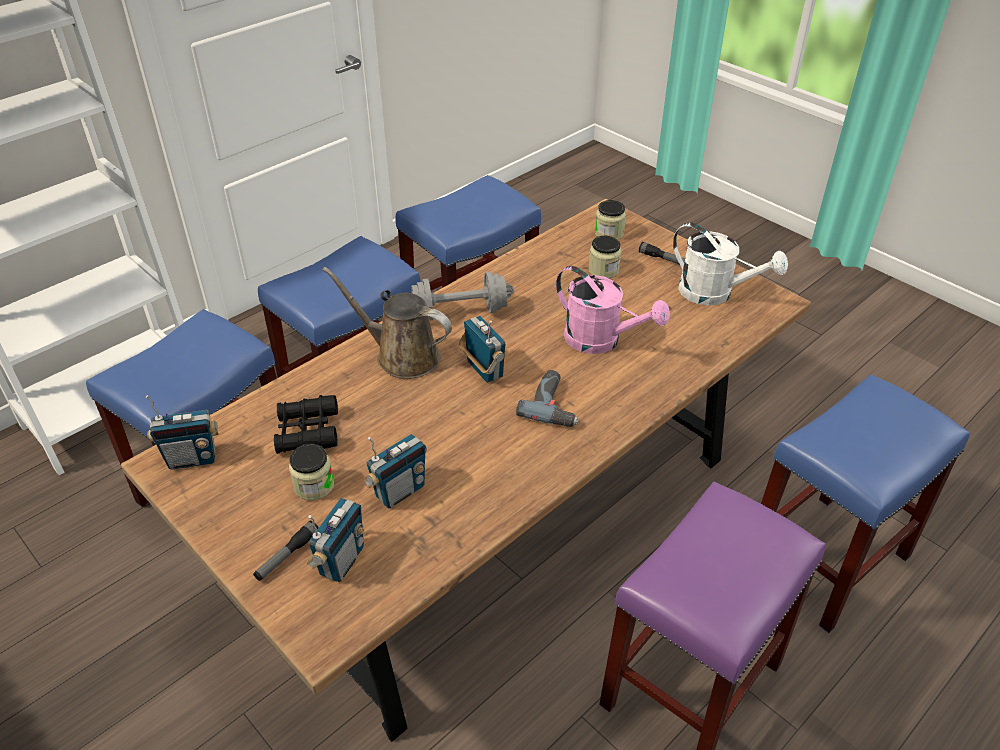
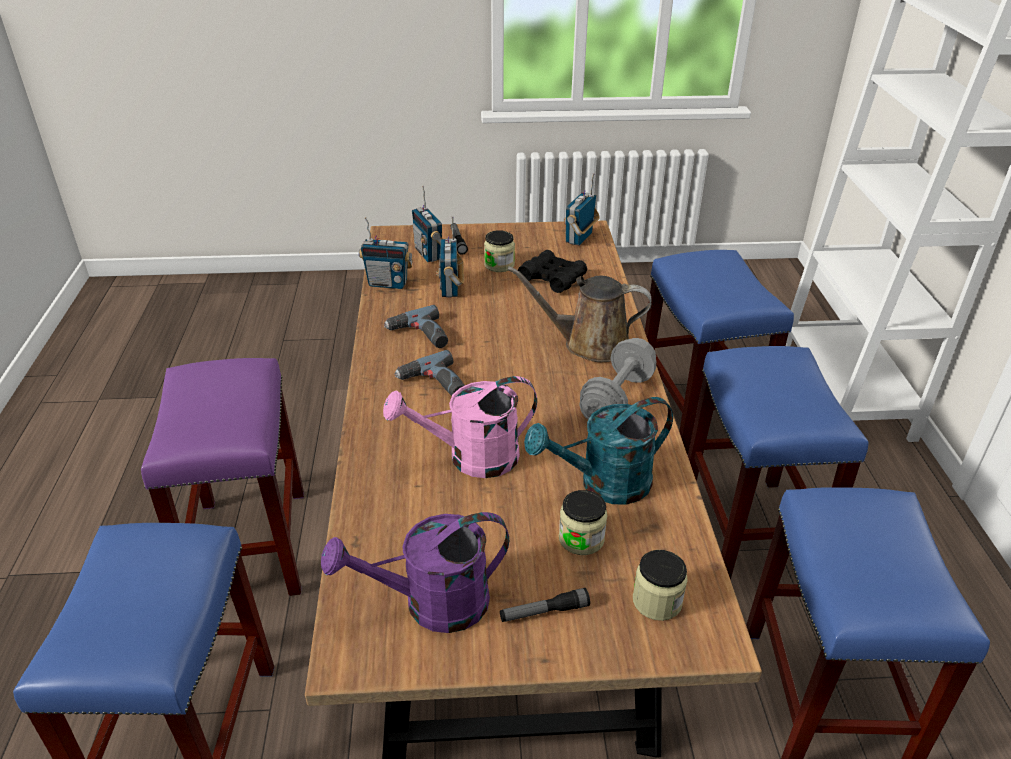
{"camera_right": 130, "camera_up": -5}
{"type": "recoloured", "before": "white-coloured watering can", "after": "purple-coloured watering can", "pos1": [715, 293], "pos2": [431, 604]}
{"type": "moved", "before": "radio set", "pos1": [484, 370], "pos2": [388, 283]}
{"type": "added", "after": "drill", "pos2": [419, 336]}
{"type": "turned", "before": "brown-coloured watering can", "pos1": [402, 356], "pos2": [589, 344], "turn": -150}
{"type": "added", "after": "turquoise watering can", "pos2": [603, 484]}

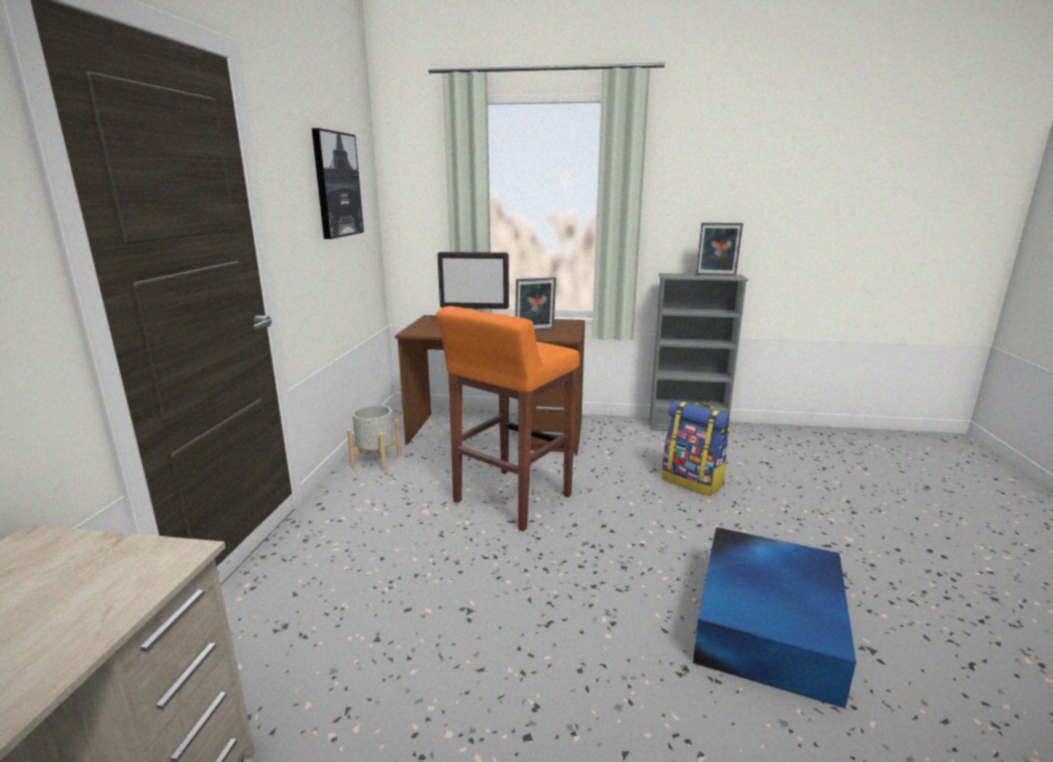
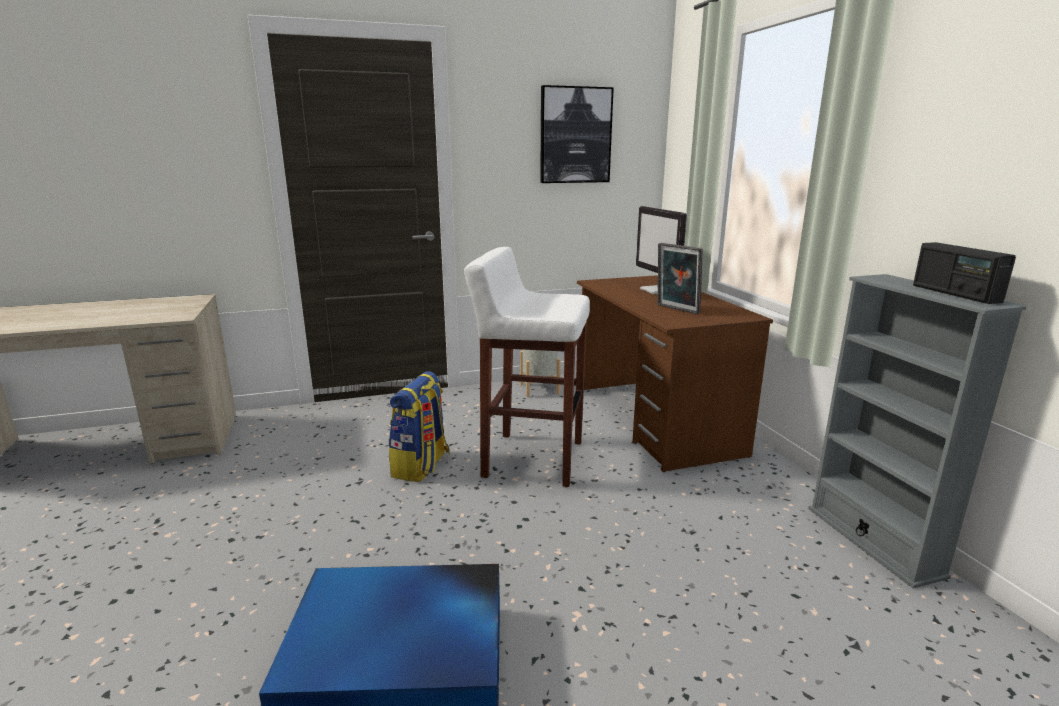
{"camera_right": 65, "camera_up": 0}
{"type": "moved", "before": "knapsack", "pos1": [693, 482], "pos2": [421, 466]}
{"type": "recoloured", "before": "orange-coloured stool", "after": "white-coloured stool", "pos1": [511, 499], "pos2": [531, 459]}
{"type": "replaced", "before": "picture frame", "after": "radio set", "pos1": [716, 275], "pos2": [954, 293]}

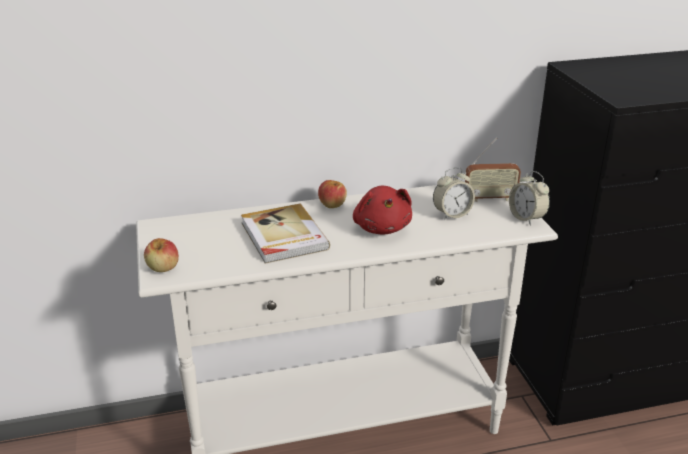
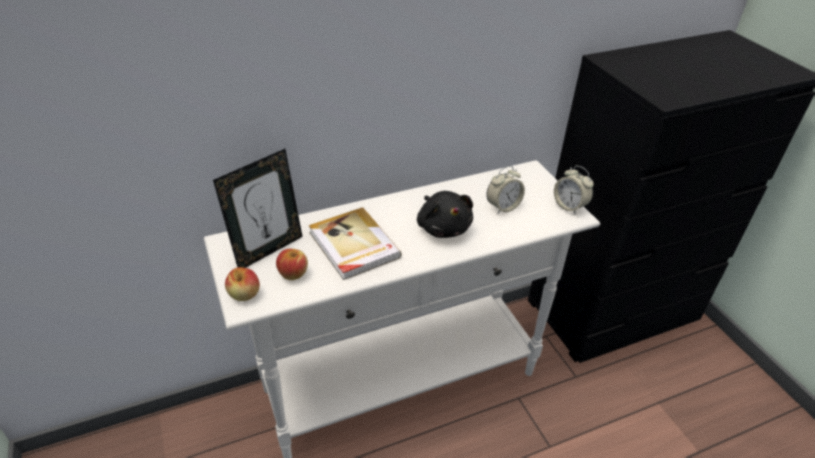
{"camera_right": -10, "camera_up": 10}
{"type": "added", "after": "picture frame", "pos2": [268, 250]}
{"type": "moved", "before": "apple", "pos1": [332, 204], "pos2": [293, 273]}
{"type": "recoloured", "before": "red soft toy", "after": "black soft toy", "pos1": [382, 227], "pos2": [443, 227]}
{"type": "removed", "before": "radio set", "pos1": [490, 198]}

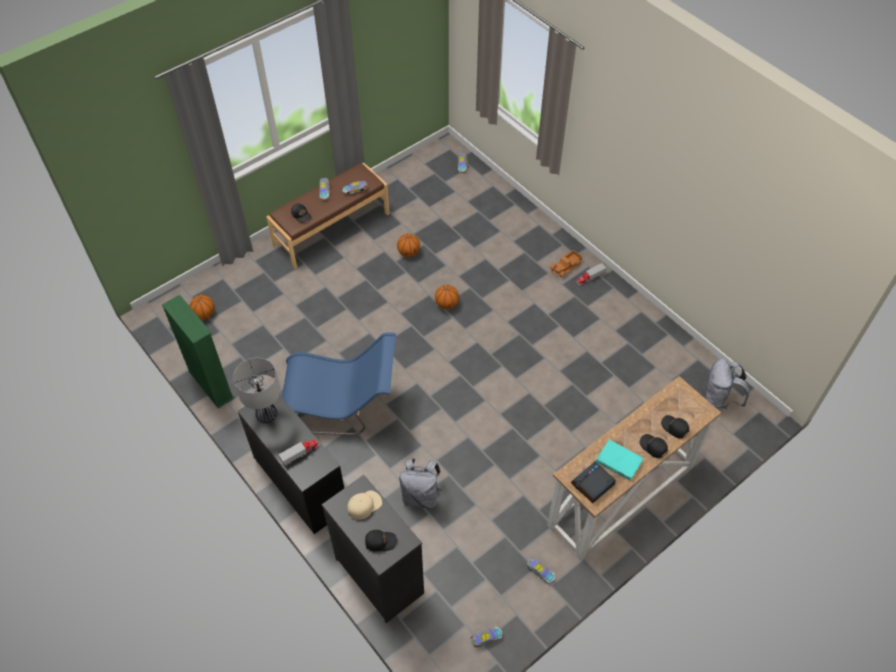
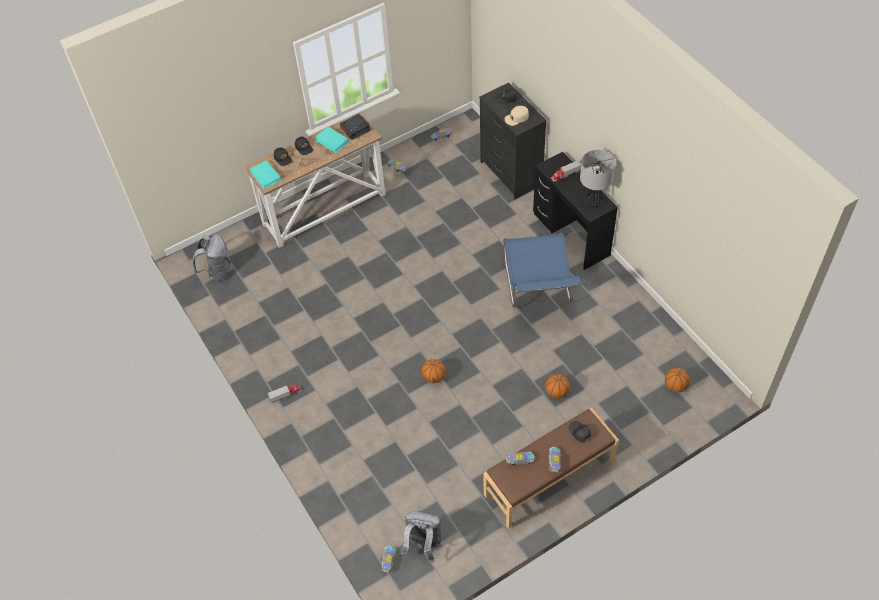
{"camera_right": -170, "camera_up": 0}
{"type": "added", "after": "turquoise bound book", "pos2": [265, 176]}
{"type": "moved", "before": "grey knapsack", "pos1": [420, 495], "pos2": [423, 545]}
{"type": "turned", "before": "blue-coloured upright chair", "pos1": [341, 405], "pos2": [538, 290], "turn": -105}
{"type": "moved", "before": "basketball", "pos1": [408, 253], "pos2": [557, 392]}
{"type": "removed", "before": "green-coloured bookshelf", "pos1": [211, 385]}
{"type": "removed", "before": "toy truck", "pos1": [566, 267]}

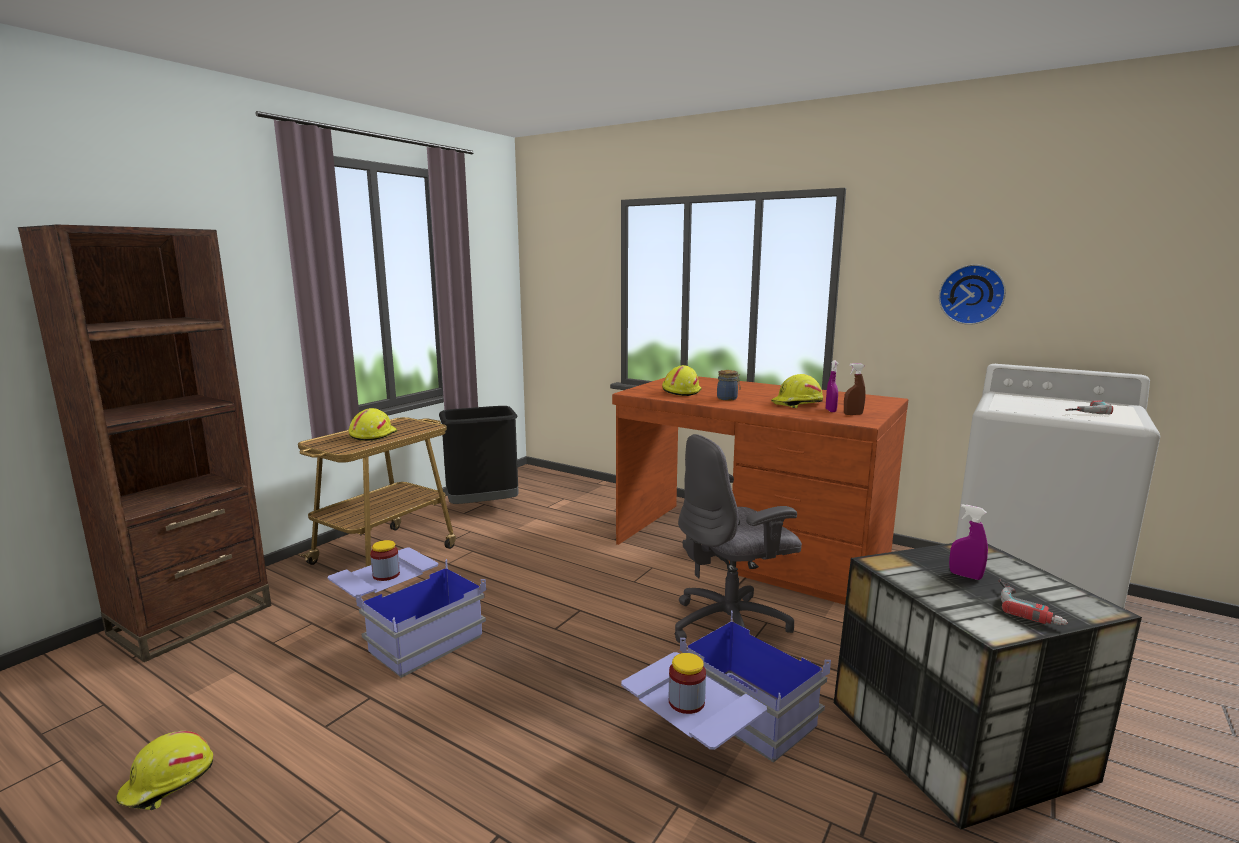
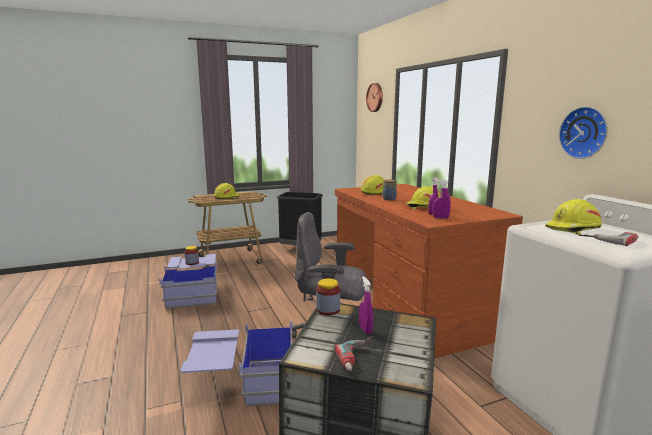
{"camera_right": 35, "camera_up": 0}
{"type": "moved", "before": "storage jar", "pos1": [686, 702], "pos2": [328, 310]}
{"type": "added", "after": "wall clock", "pos2": [375, 97]}
{"type": "recoloured", "before": "brown-coloured hand sprayer", "after": "purple-coloured hand sprayer", "pos1": [853, 414], "pos2": [440, 218]}
{"type": "moved", "before": "yellow work helmet", "pos1": [168, 783], "pos2": [573, 229]}
{"type": "removed", "before": "brown-coloured bookshelf", "pos1": [192, 619]}

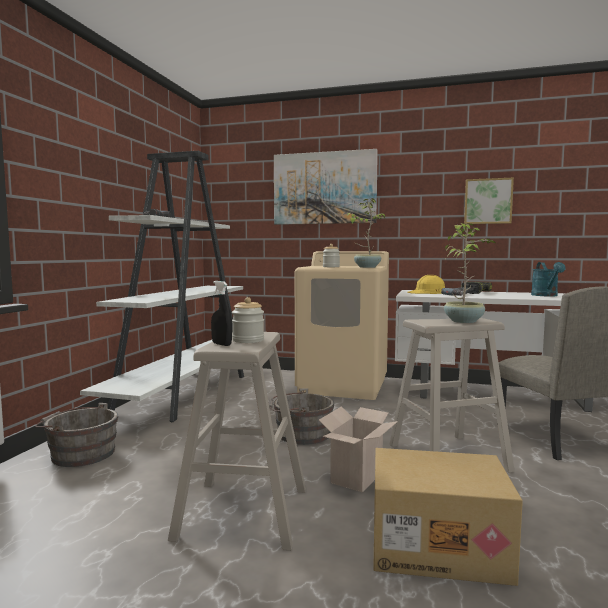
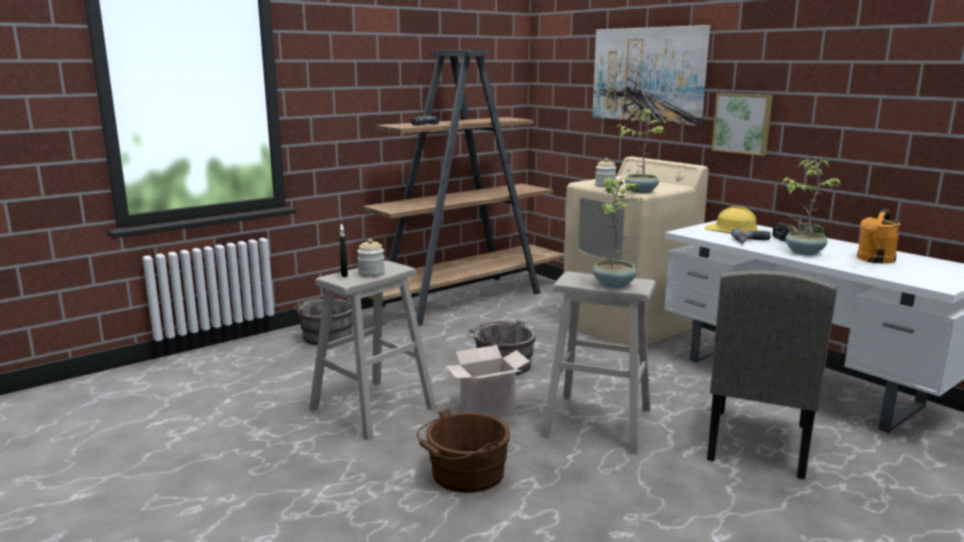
{"camera_right": 35, "camera_up": 10}
{"type": "recoloured", "before": "white-coloured bookshelf", "after": "brown-coloured bookshelf", "pos1": [185, 392], "pos2": [463, 299]}
{"type": "replaced", "before": "carton", "after": "brown-coloured pail", "pos1": [438, 546], "pos2": [464, 474]}
{"type": "moved", "before": "wall picture", "pos1": [488, 201], "pos2": [742, 123]}
{"type": "added", "after": "potted plant", "pos2": [803, 252]}
{"type": "recoloured", "before": "turquoise watering can", "after": "orange-coloured watering can", "pos1": [546, 295], "pos2": [874, 260]}

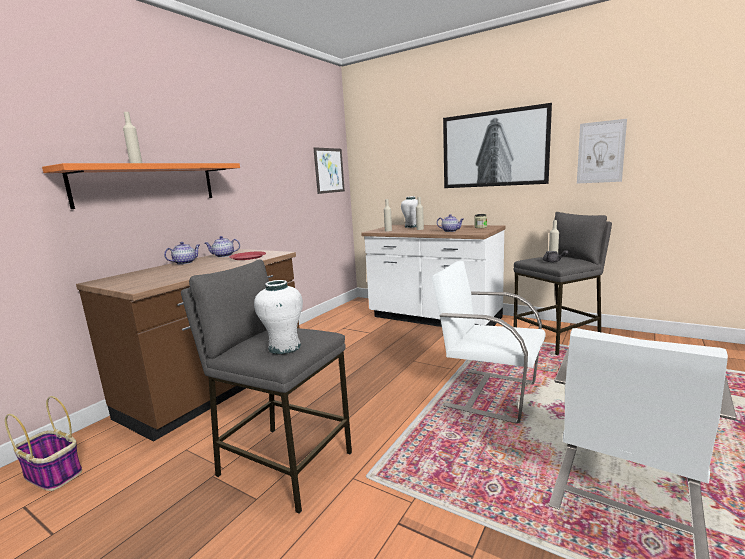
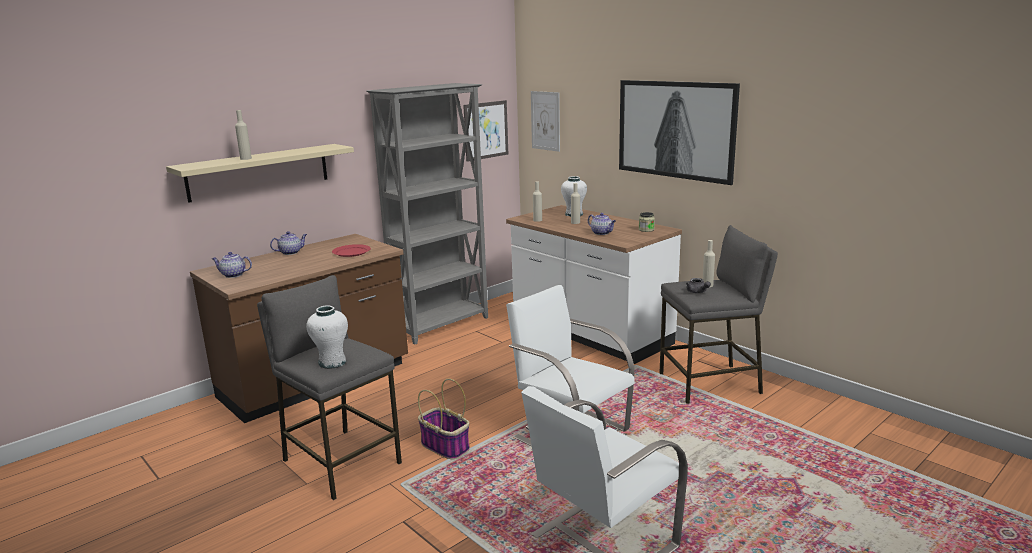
{"camera_right": 15, "camera_up": 5}
{"type": "recoloured", "before": "orange-coloured shelf", "after": "sand-coloured shelf", "pos1": [147, 184], "pos2": [259, 172]}
{"type": "moved", "before": "pot for tea", "pos1": [223, 256], "pos2": [233, 275]}
{"type": "added", "after": "grey bookshelf", "pos2": [442, 325]}
{"type": "moved", "before": "basket", "pos1": [54, 474], "pos2": [446, 447]}
{"type": "moved", "before": "wall picture", "pos1": [600, 152], "pos2": [545, 121]}

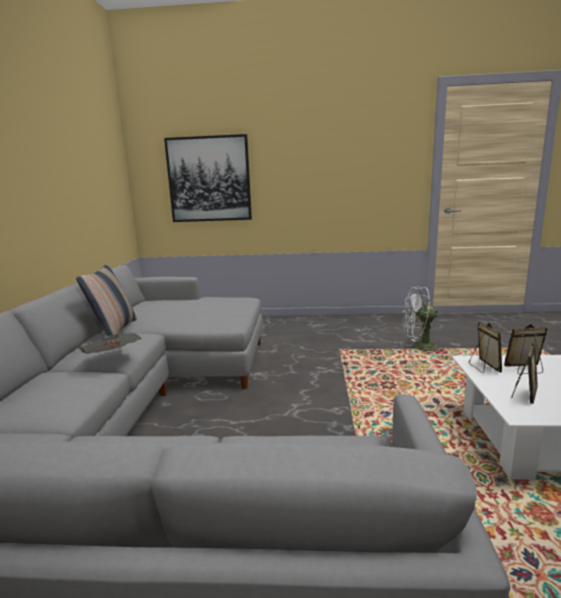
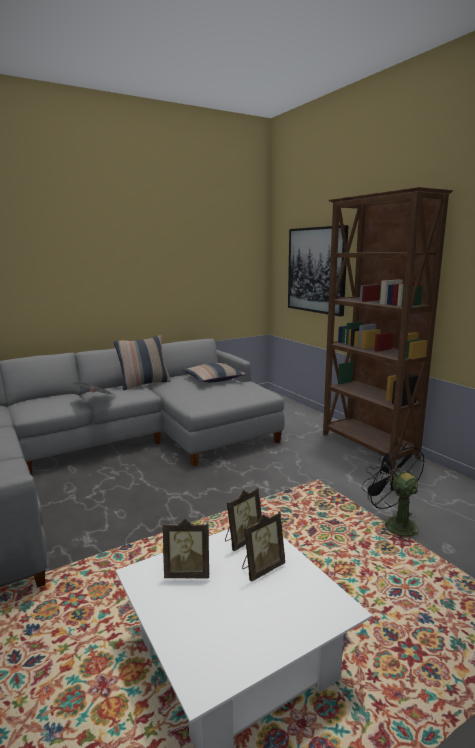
{"camera_right": 55, "camera_up": 0}
{"type": "added", "after": "throw pillow", "pos2": [213, 379]}
{"type": "turned", "before": "picture frame", "pos1": [525, 370], "pos2": [261, 568], "turn": 90}
{"type": "added", "after": "brown-coloured bookshelf", "pos2": [368, 446]}
{"type": "recoloured", "before": "white-coloured fan", "after": "black fan", "pos1": [419, 347], "pos2": [393, 524]}

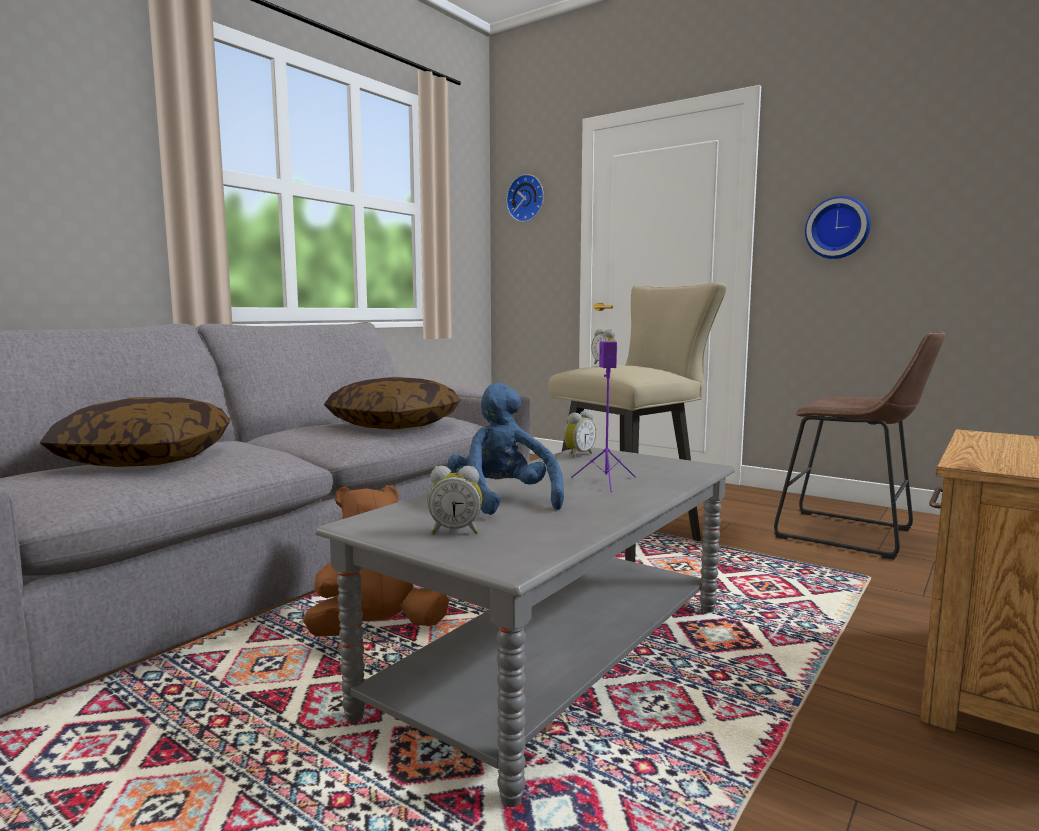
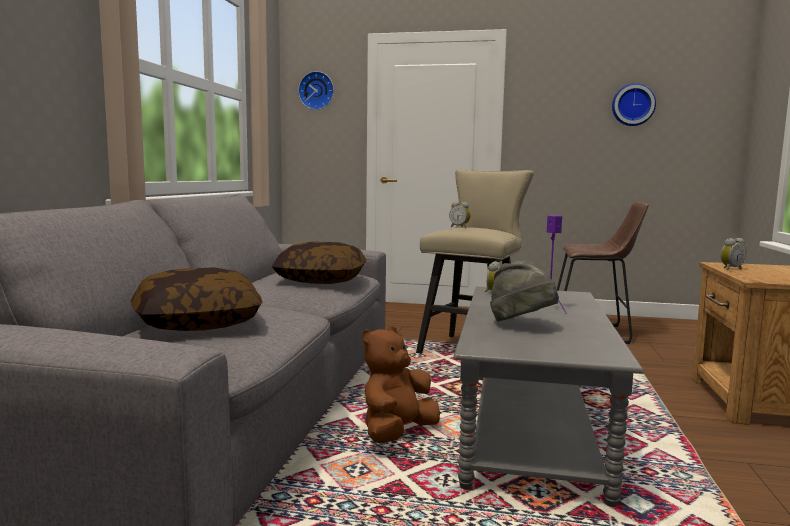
{"camera_right": -25, "camera_up": 0}
{"type": "replaced", "before": "blue-coloured soft toy", "after": "grey wearable hat", "pos1": [503, 500], "pos2": [522, 325]}
{"type": "moved", "before": "wall clock", "pos1": [838, 228], "pos2": [633, 105]}
{"type": "moved", "before": "bedside clock", "pos1": [456, 531], "pos2": [730, 269]}

